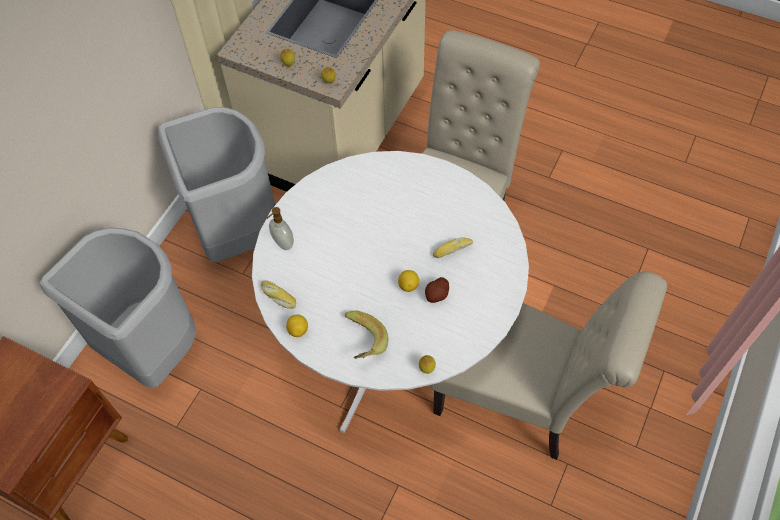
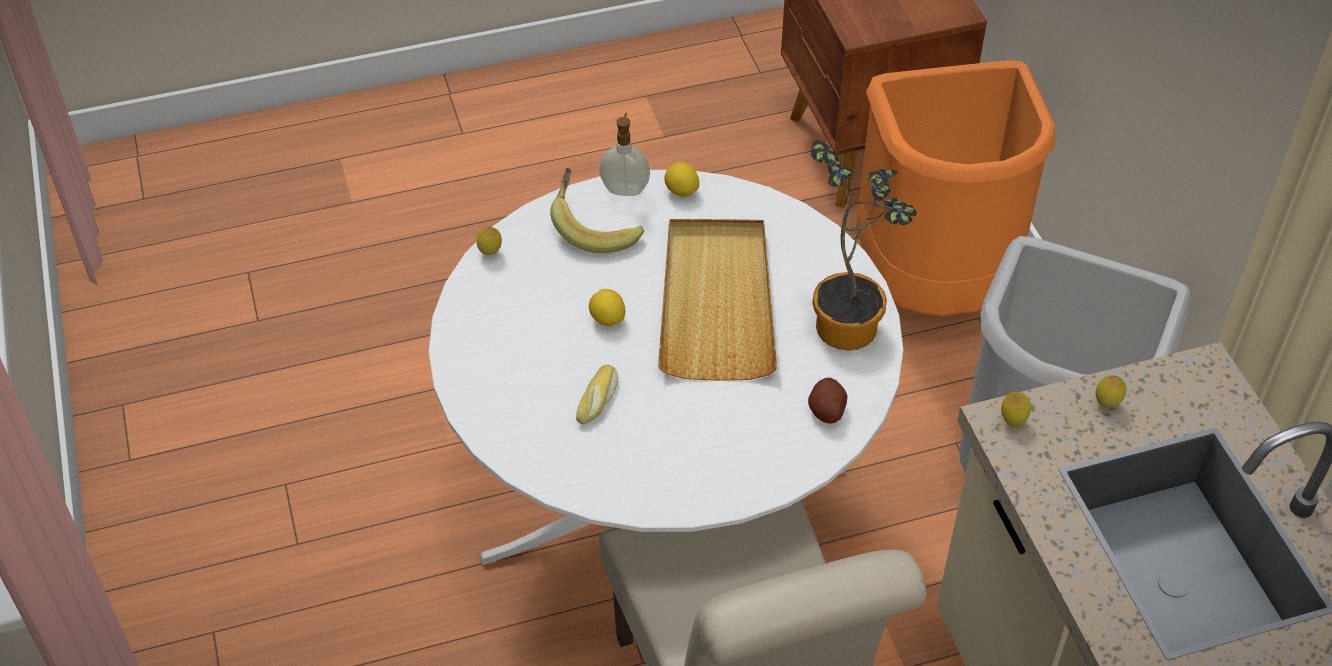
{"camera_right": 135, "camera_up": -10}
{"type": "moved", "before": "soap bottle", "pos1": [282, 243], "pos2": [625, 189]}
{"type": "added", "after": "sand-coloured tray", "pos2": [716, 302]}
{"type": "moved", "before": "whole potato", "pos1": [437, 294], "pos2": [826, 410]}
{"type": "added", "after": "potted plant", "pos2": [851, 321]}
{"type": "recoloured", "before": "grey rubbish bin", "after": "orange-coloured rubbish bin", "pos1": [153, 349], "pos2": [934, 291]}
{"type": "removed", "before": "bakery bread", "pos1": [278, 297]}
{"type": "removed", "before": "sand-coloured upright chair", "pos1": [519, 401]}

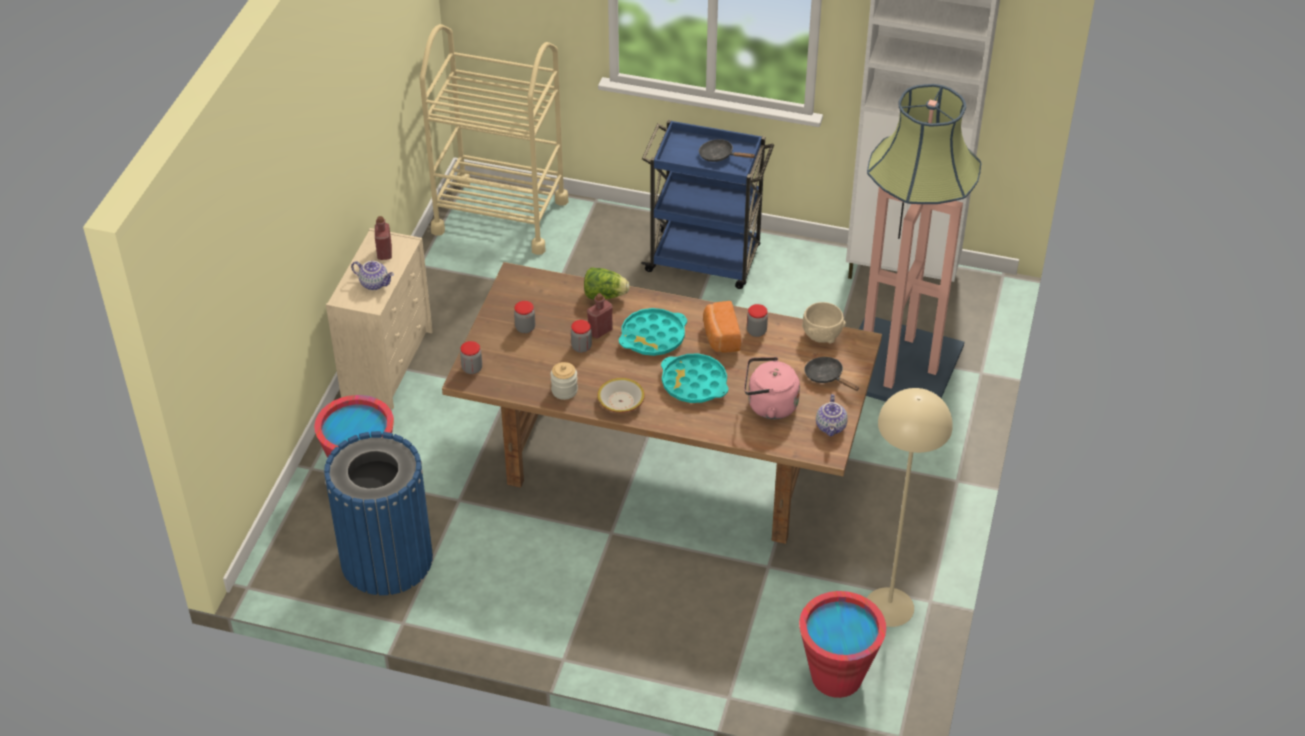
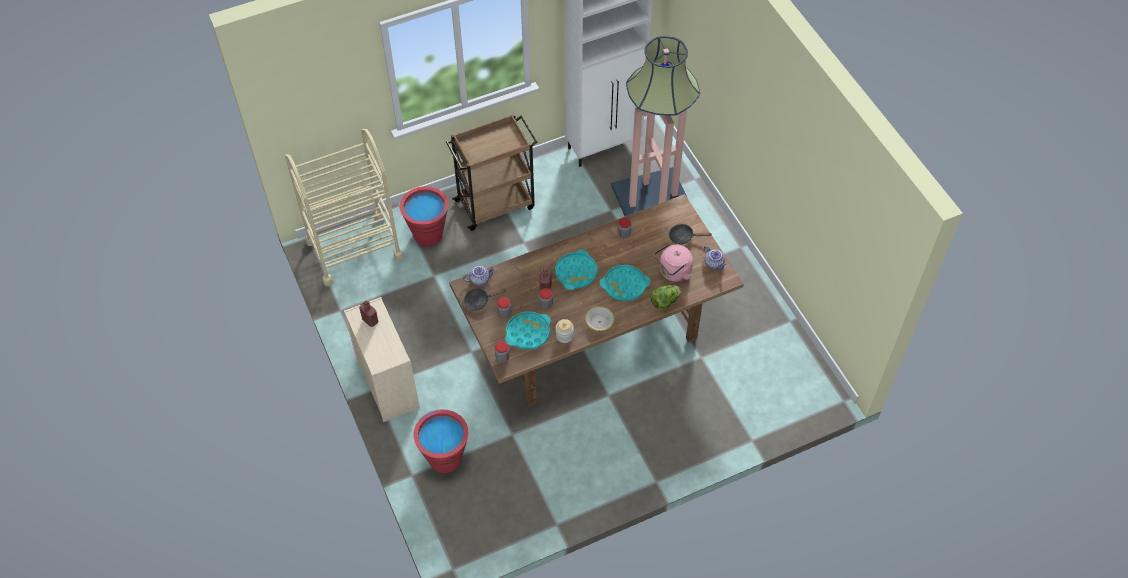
{"camera_right": -40, "camera_up": 10}
{"type": "moved", "before": "red pail", "pos1": [836, 676], "pos2": [428, 234]}
{"type": "recoloured", "before": "blue-coloured cart", "after": "brown-coloured cart", "pos1": [705, 260], "pos2": [496, 203]}
{"type": "moved", "before": "pot for tea", "pos1": [375, 283], "pos2": [480, 279]}
{"type": "moved", "before": "black skillet", "pos1": [719, 156], "pos2": [479, 301]}
{"type": "added", "after": "turquoise tray", "pos2": [528, 333]}
{"type": "moved", "before": "head of lettuce", "pos1": [604, 295], "pos2": [664, 302]}
{"type": "removed", "before": "blue-coloured rubbish bin", "pos1": [386, 559]}
{"type": "removed", "before": "bakery bread", "pos1": [720, 337]}
{"type": "removed", "before": "sand-coloured deep dish", "pos1": [821, 336]}
{"type": "removed", "before": "sand-coloured standing lamp", "pos1": [889, 606]}

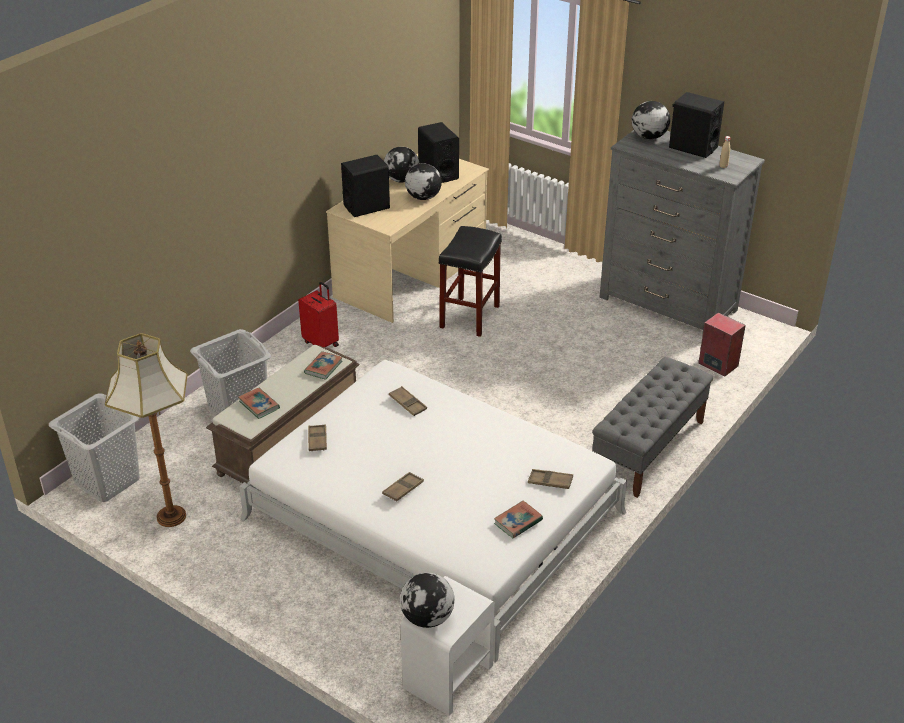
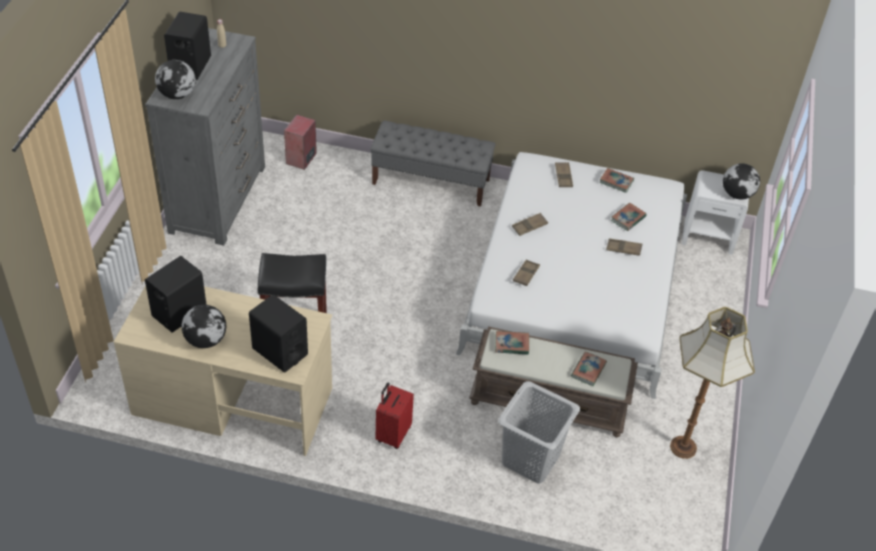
{"camera_right": -115, "camera_up": 10}
{"type": "moved", "before": "brown-coloured tray", "pos1": [317, 440], "pos2": [529, 226]}
{"type": "added", "after": "bound book", "pos2": [628, 218]}
{"type": "removed", "before": "grey hamper", "pos1": [107, 481]}
{"type": "removed", "before": "world globe", "pos1": [423, 197]}

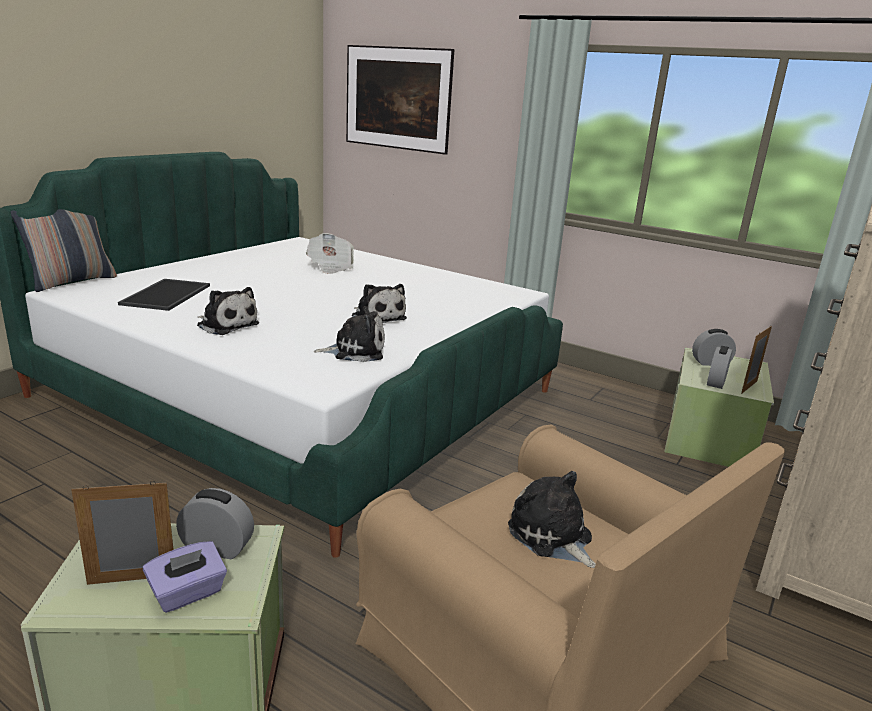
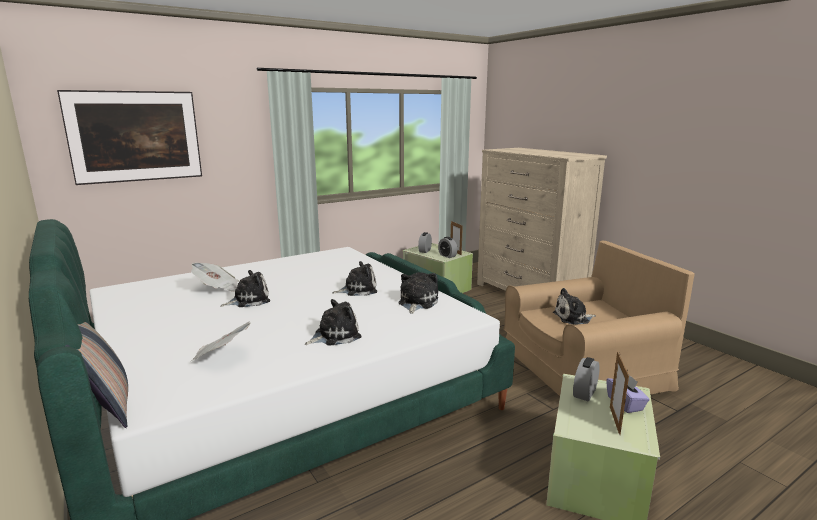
{"camera_right": -65, "camera_up": -5}
{"type": "replaced", "before": "tray", "after": "printed paper", "pos1": [165, 294], "pos2": [222, 356]}
{"type": "added", "after": "soft toy", "pos2": [249, 300]}

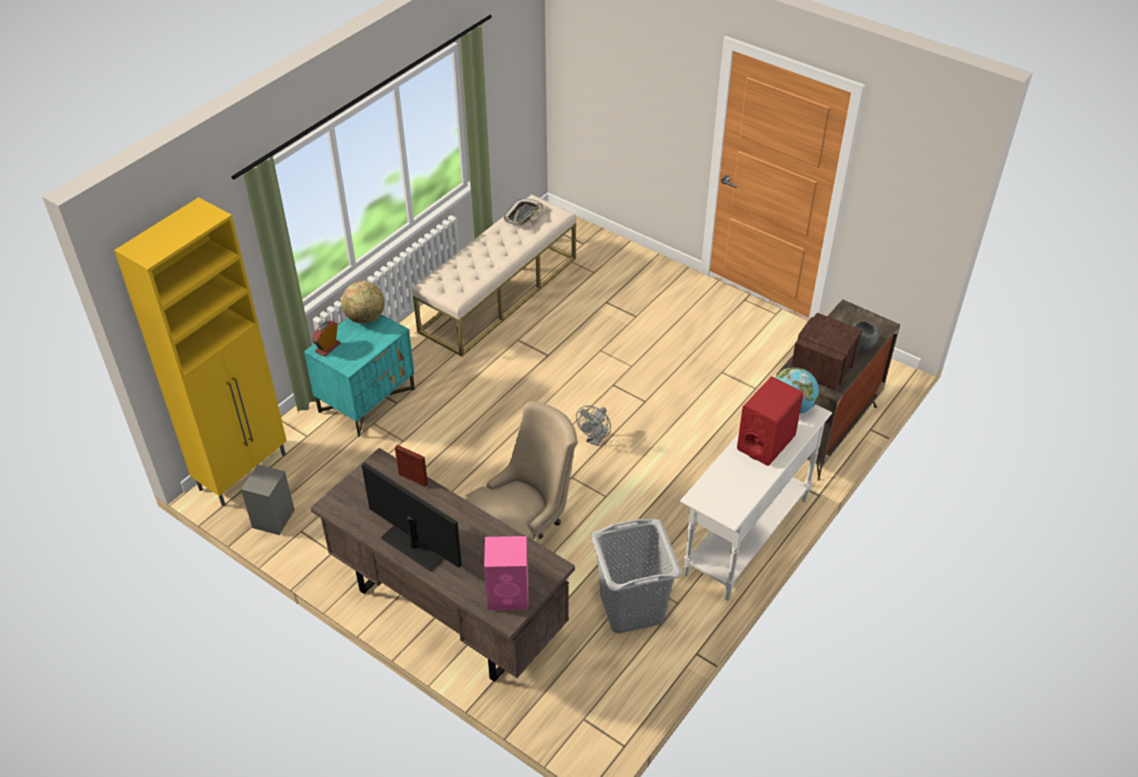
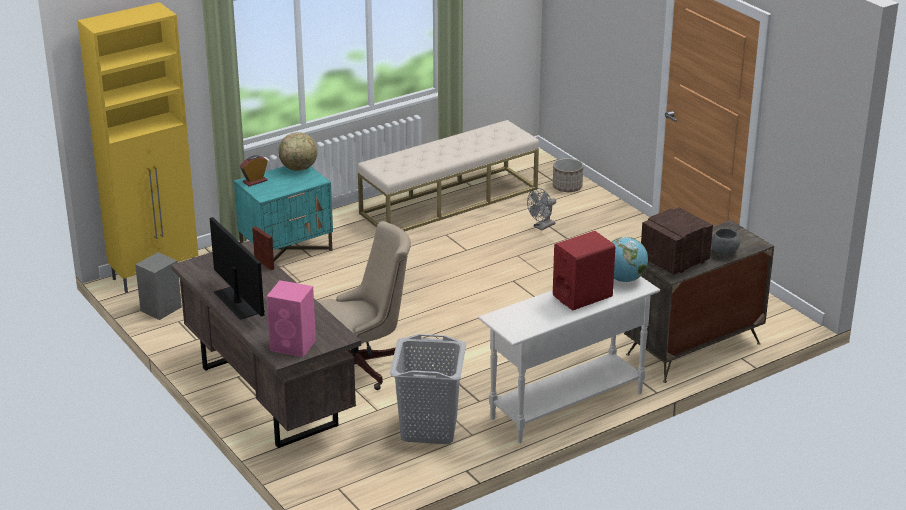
{"camera_right": 20, "camera_up": -15}
{"type": "moved", "before": "grey fan", "pos1": [595, 440], "pos2": [542, 227]}
{"type": "added", "after": "planter", "pos2": [567, 187]}
{"type": "removed", "before": "tray", "pos1": [524, 215]}

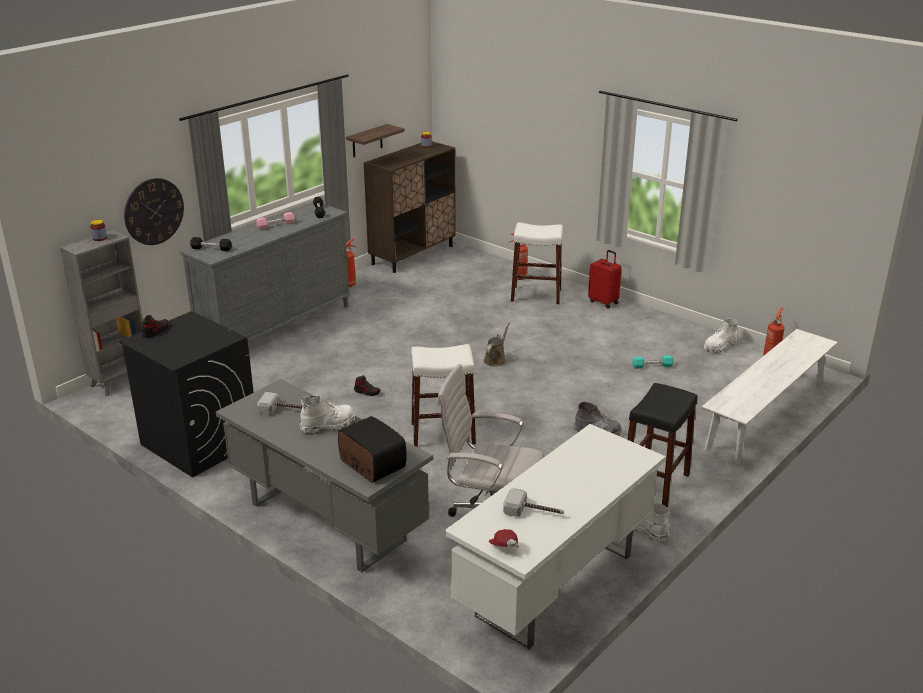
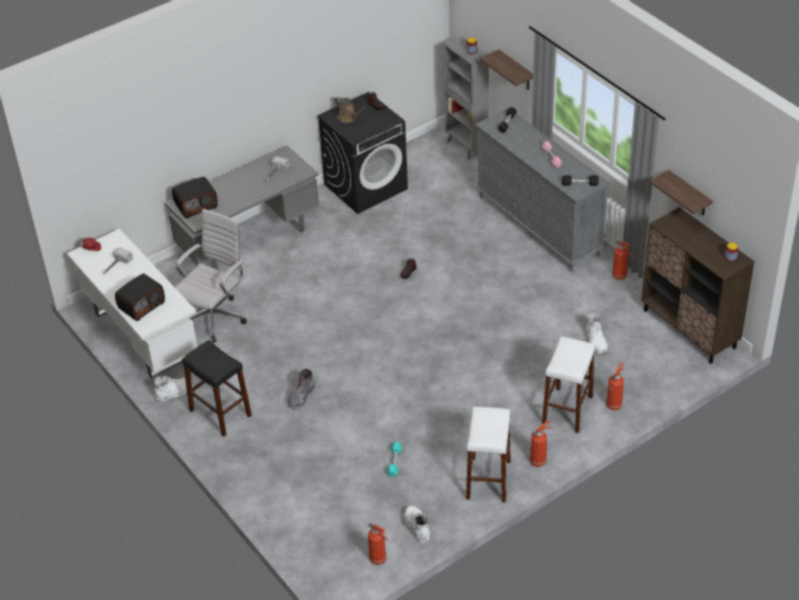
{"camera_right": 105, "camera_up": 15}
{"type": "added", "after": "radio set", "pos2": [141, 305]}
{"type": "moved", "before": "brown-coloured watering can", "pos1": [495, 360], "pos2": [348, 118]}
{"type": "moved", "before": "white-coloured stool", "pos1": [443, 433], "pos2": [488, 479]}
{"type": "replaced", "before": "wall clock", "after": "shelf", "pos1": [154, 211], "pos2": [516, 71]}
{"type": "replaced", "before": "red travel case", "after": "extinguisher", "pos1": [604, 302], "pos2": [539, 461]}
{"type": "moved", "before": "white-coloured boot", "pos1": [328, 425], "pos2": [596, 342]}
{"type": "removed", "before": "white-coloured indoor bench", "pos1": [766, 416]}

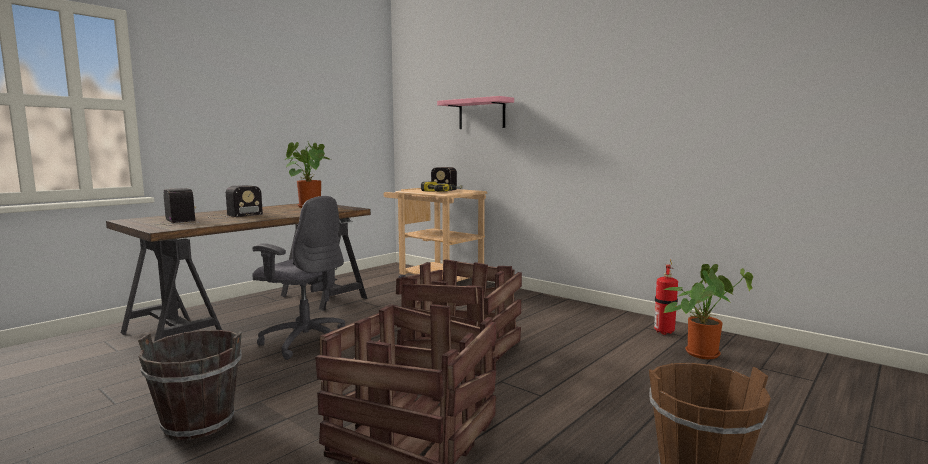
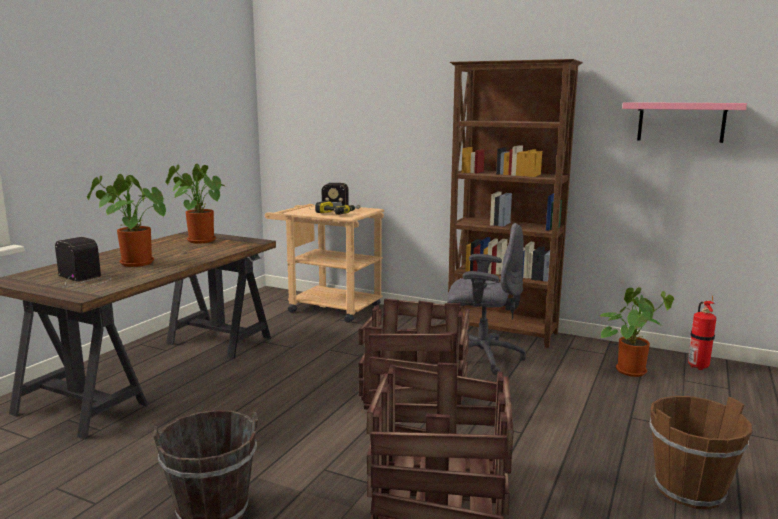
{"camera_right": -15, "camera_up": 5}
{"type": "replaced", "before": "radio set", "after": "potted plant", "pos1": [233, 215], "pos2": [133, 263]}
{"type": "moved", "before": "grey computer chair", "pos1": [305, 341], "pos2": [481, 357]}
{"type": "added", "after": "brown-coloured bookshelf", "pos2": [502, 332]}
{"type": "moved", "before": "pinkish shelf", "pos1": [481, 114], "pos2": [681, 122]}
{"type": "moved", "before": "extinguisher", "pos1": [664, 332], "pos2": [697, 366]}

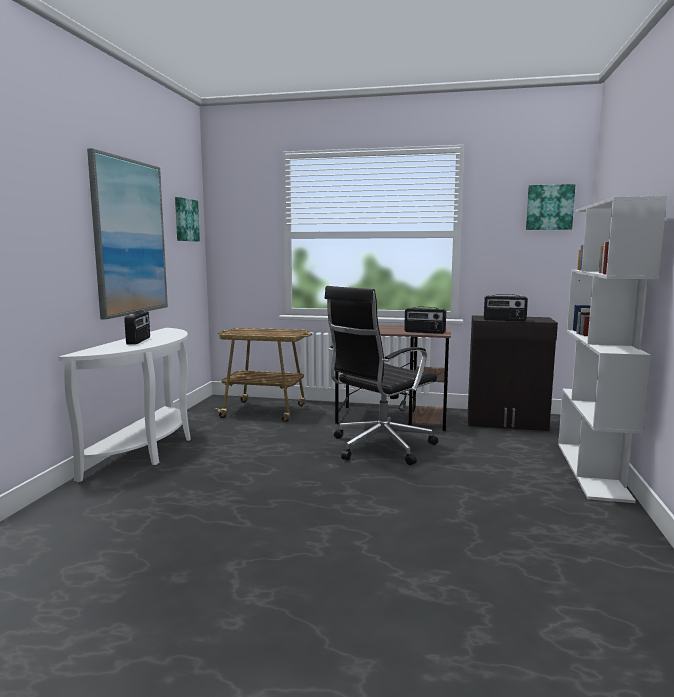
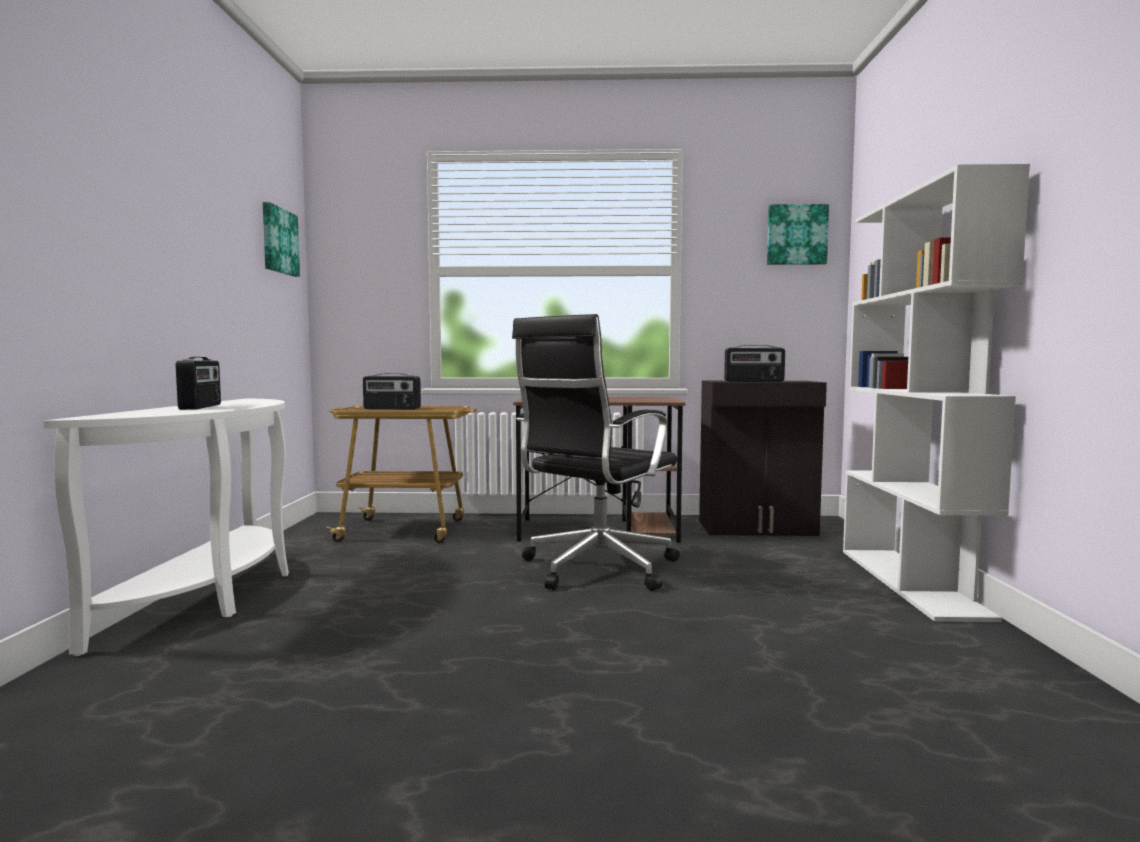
{"camera_right": -10, "camera_up": -5}
{"type": "moved", "before": "radio set", "pos1": [424, 332], "pos2": [392, 409]}
{"type": "removed", "before": "wall picture", "pos1": [129, 237]}

